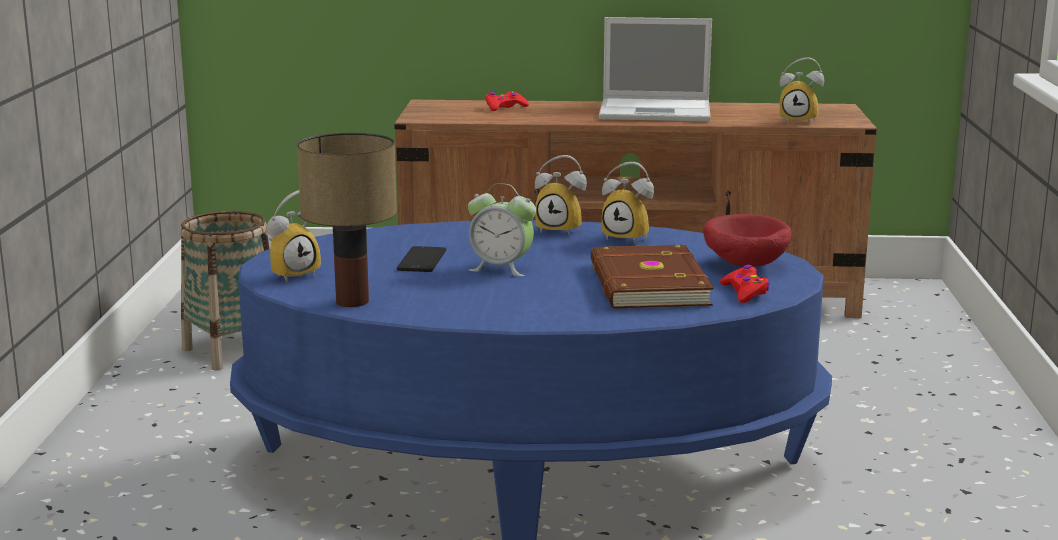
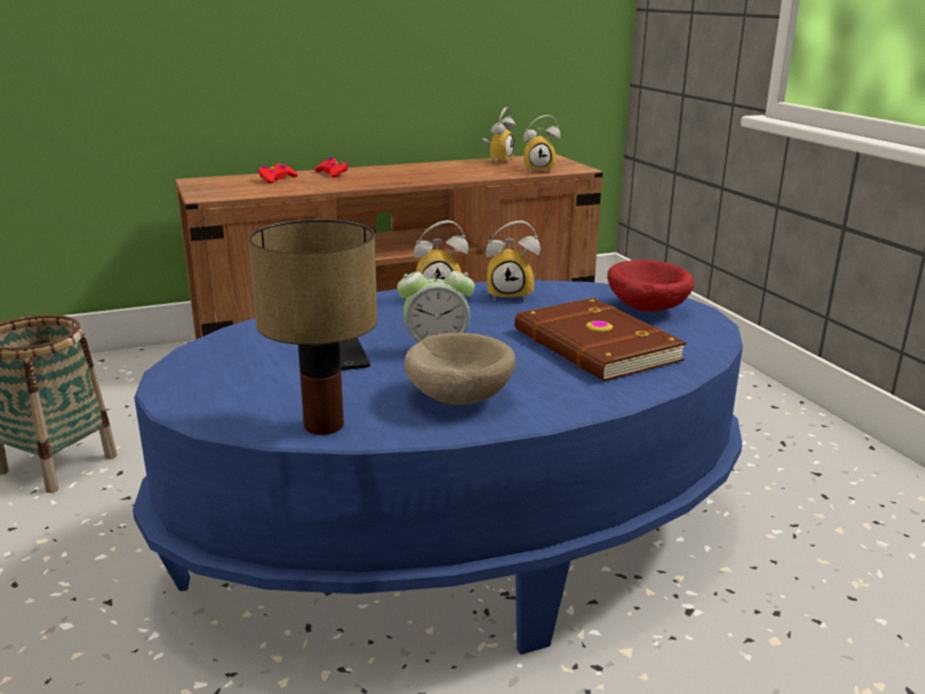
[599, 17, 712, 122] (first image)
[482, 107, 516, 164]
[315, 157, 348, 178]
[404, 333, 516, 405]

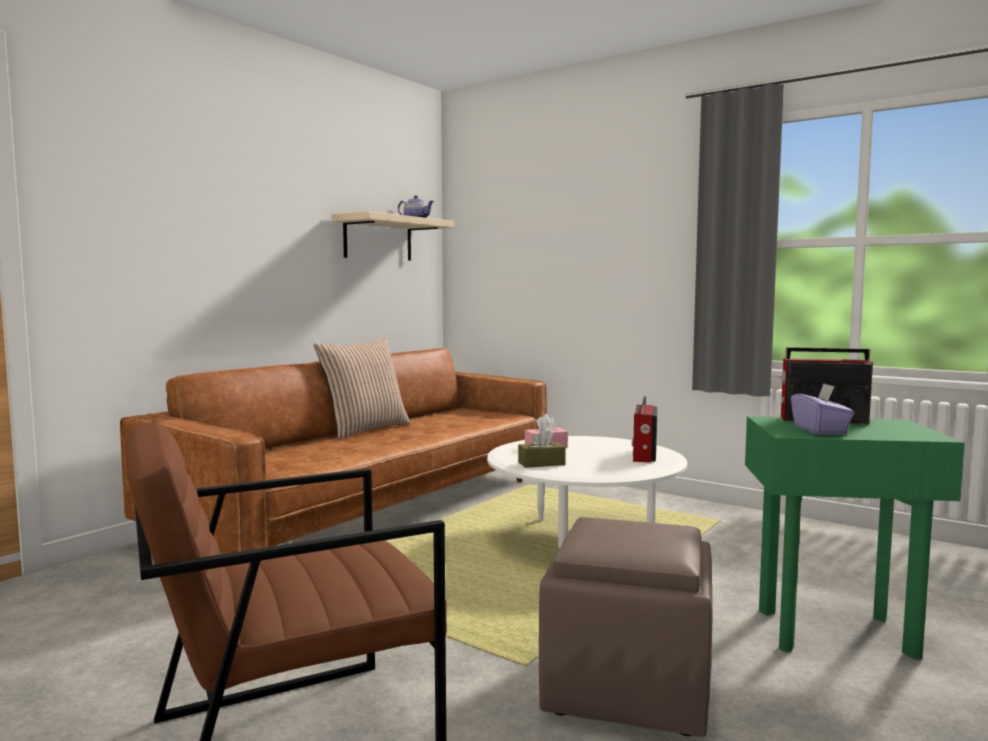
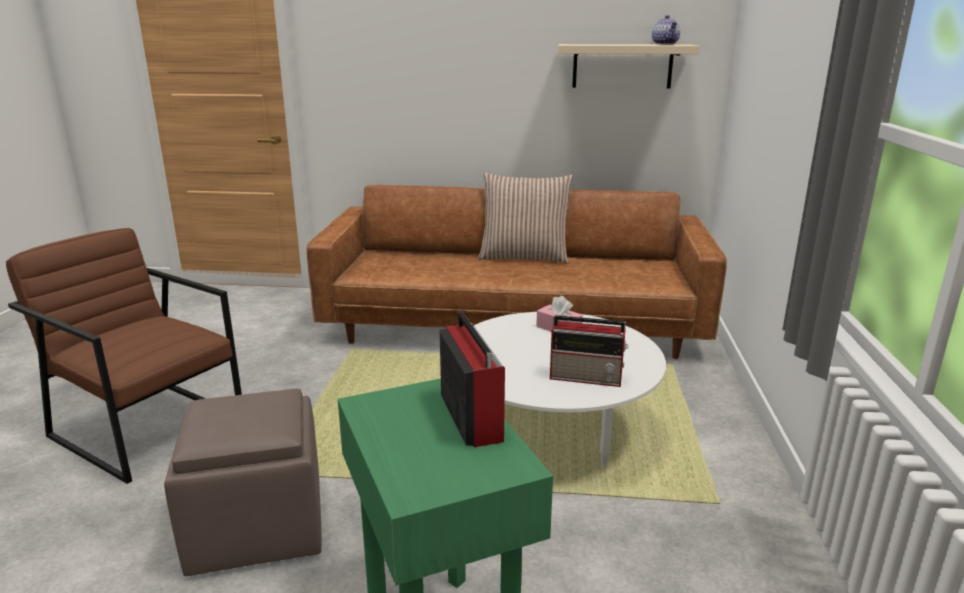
[791, 383, 854, 435] (first image)
[550, 315, 628, 387]
[518, 428, 566, 468] (first image)

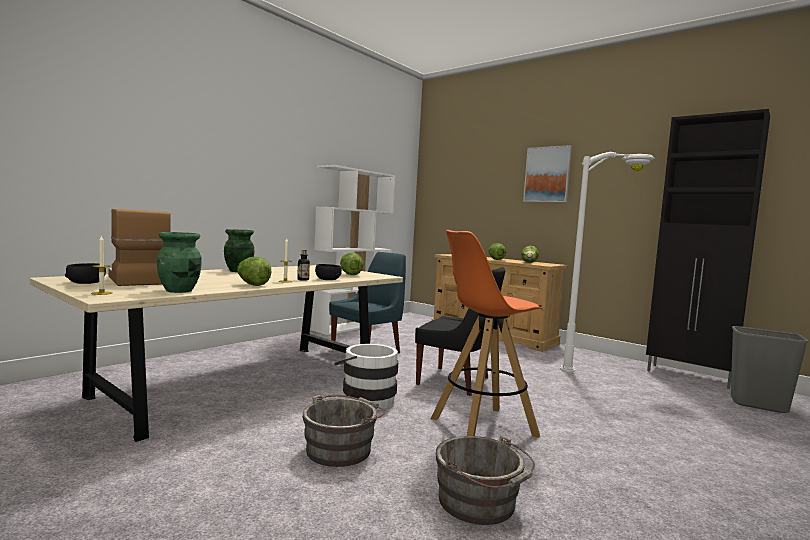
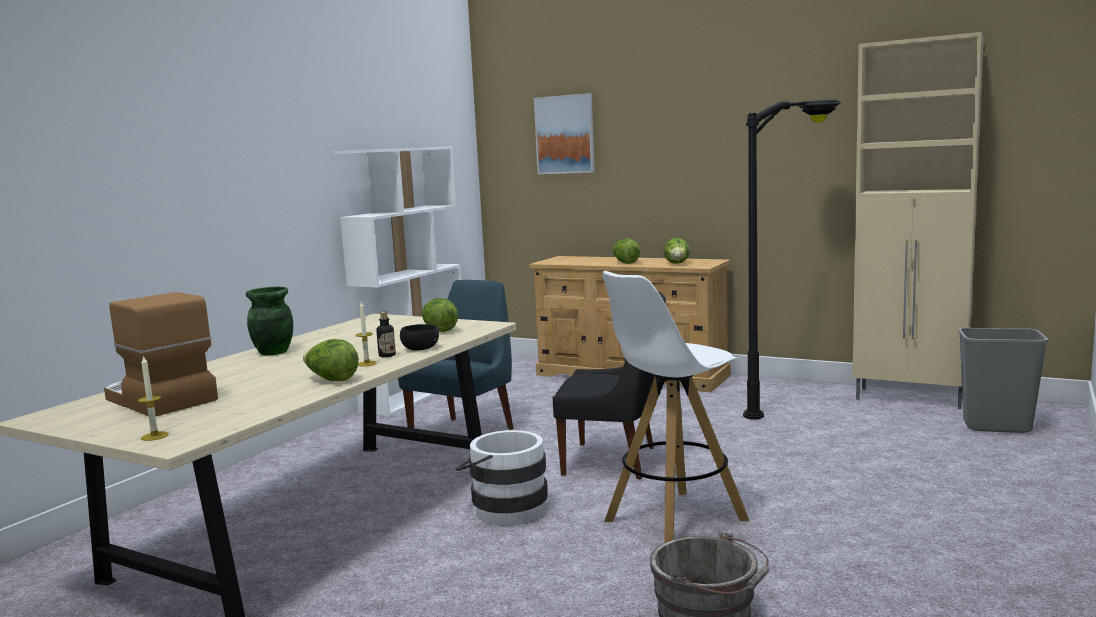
[852, 32, 984, 409]
[534, 93, 595, 174]
[743, 100, 841, 420]
[602, 271, 749, 543]
[157, 232, 202, 293] (first image)
[65, 263, 106, 284] (first image)
[302, 395, 385, 467] (first image)

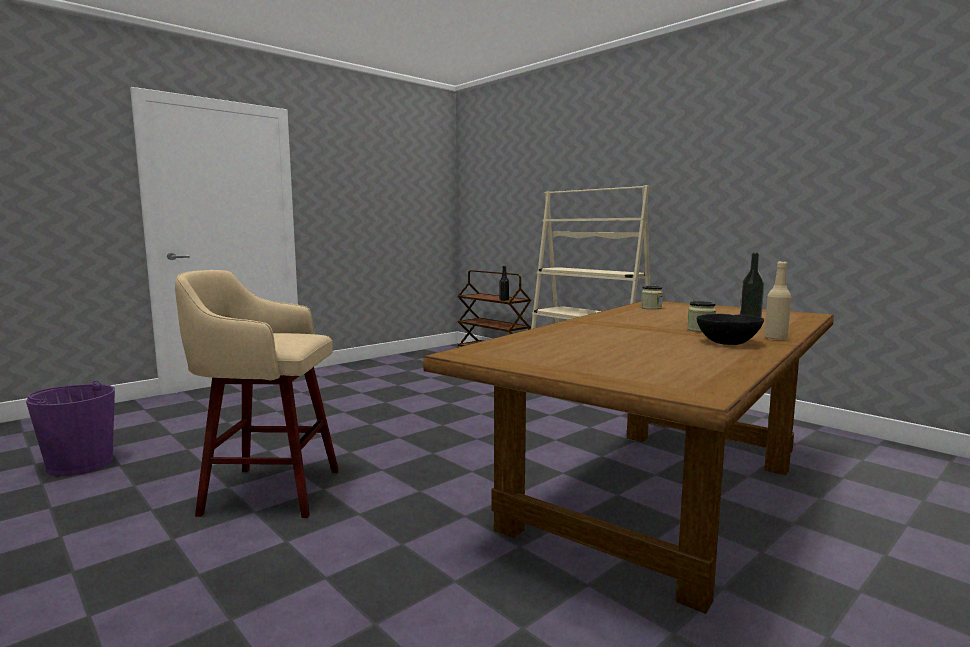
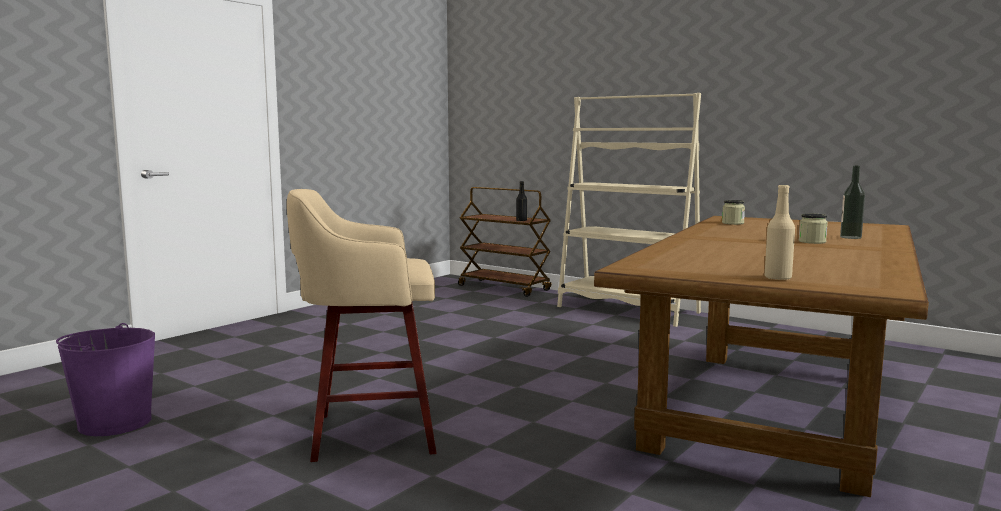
[765, 185, 795, 280]
[697, 314, 764, 345] (first image)

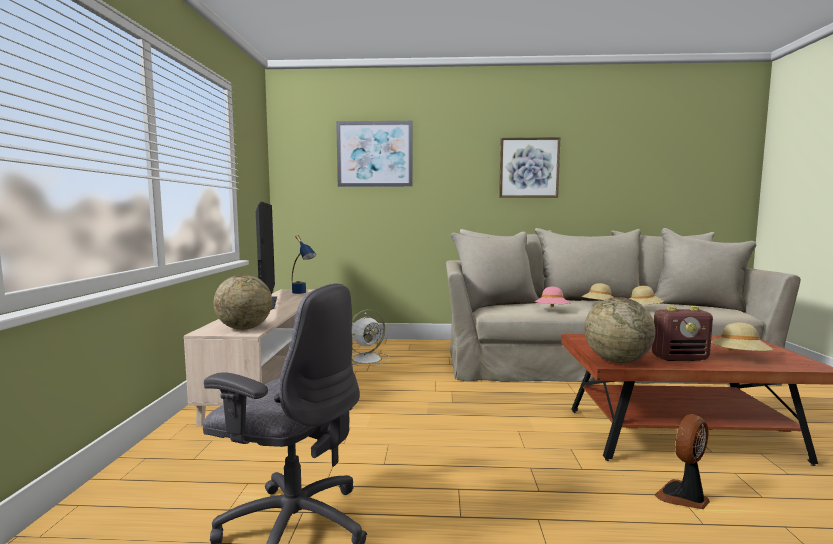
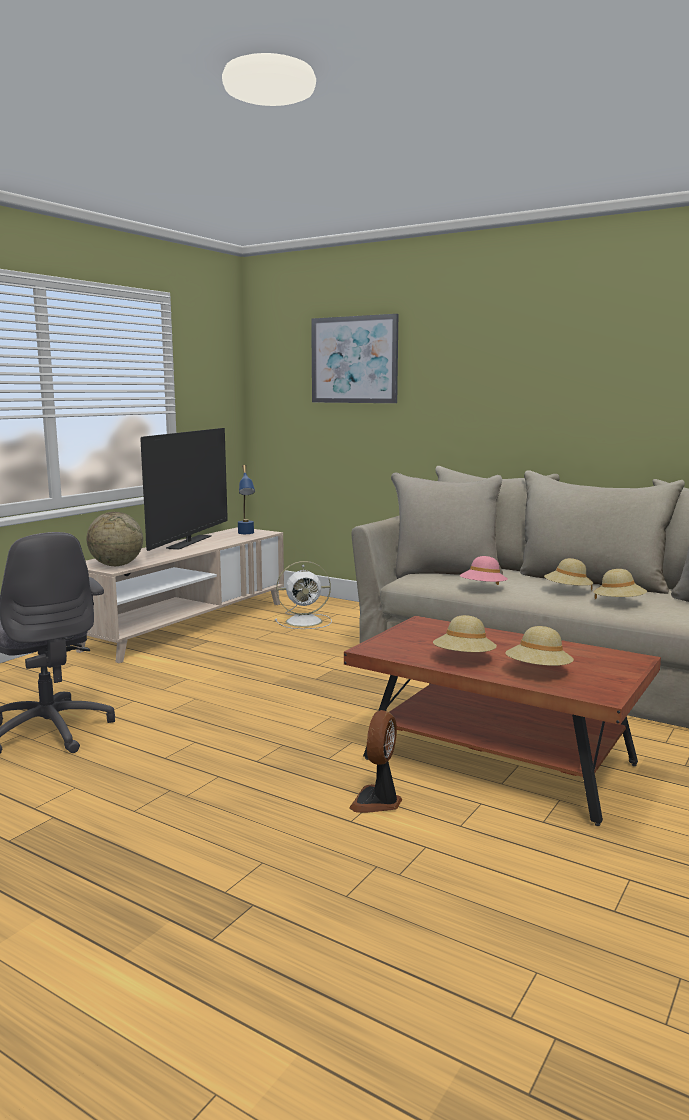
[499, 137, 561, 198] (first image)
[584, 297, 656, 363] (first image)
[433, 615, 497, 652]
[349, 710, 402, 813]

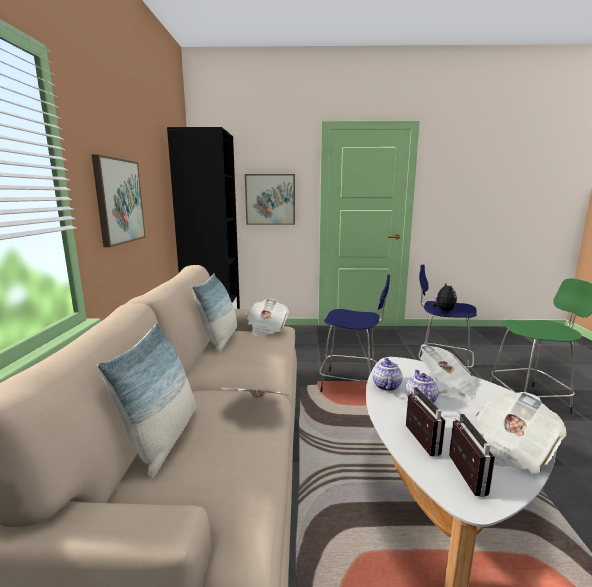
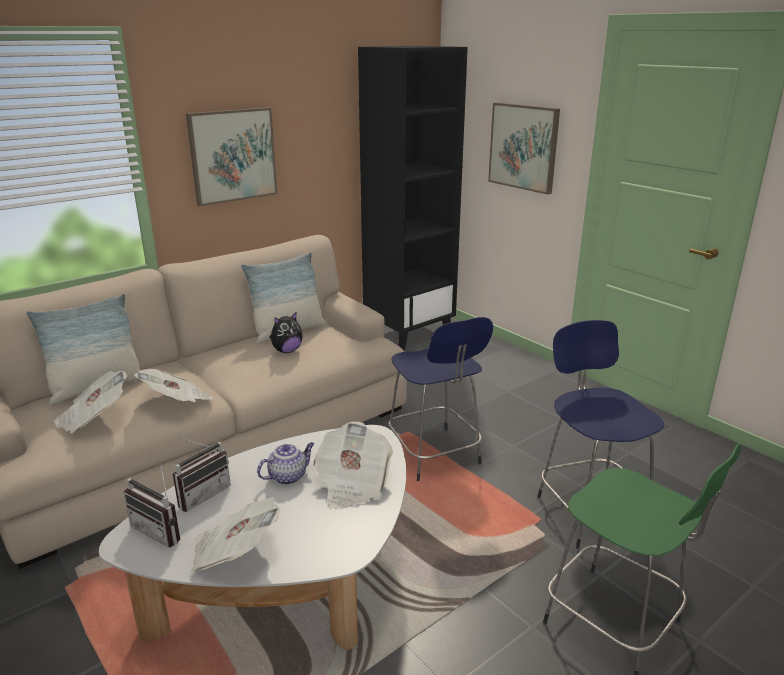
[269, 312, 303, 353]
[54, 371, 127, 434]
[373, 358, 403, 391] (first image)
[124, 461, 180, 548]

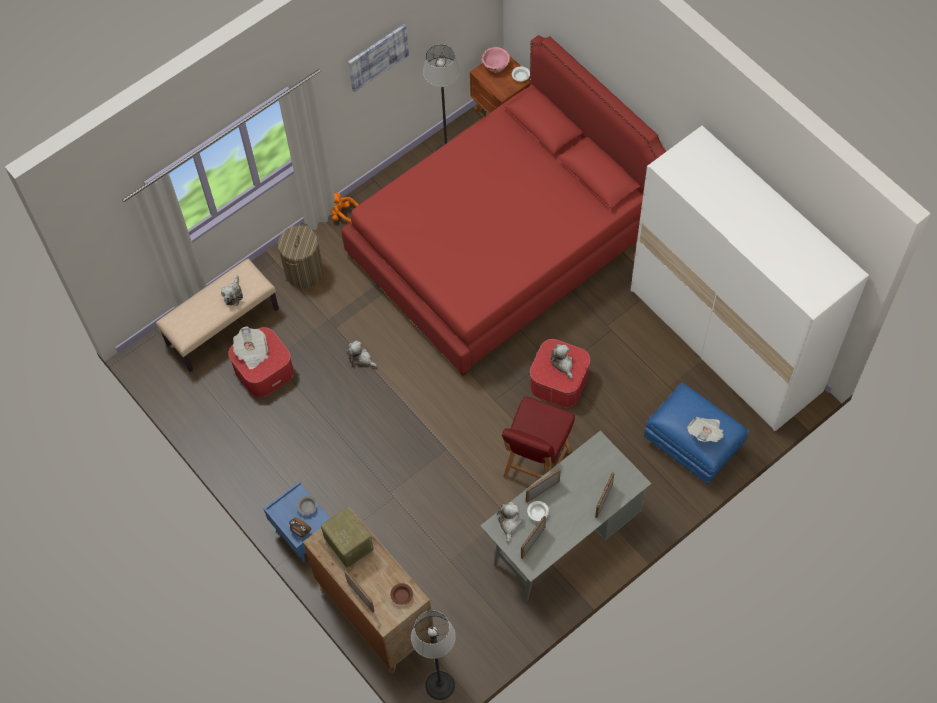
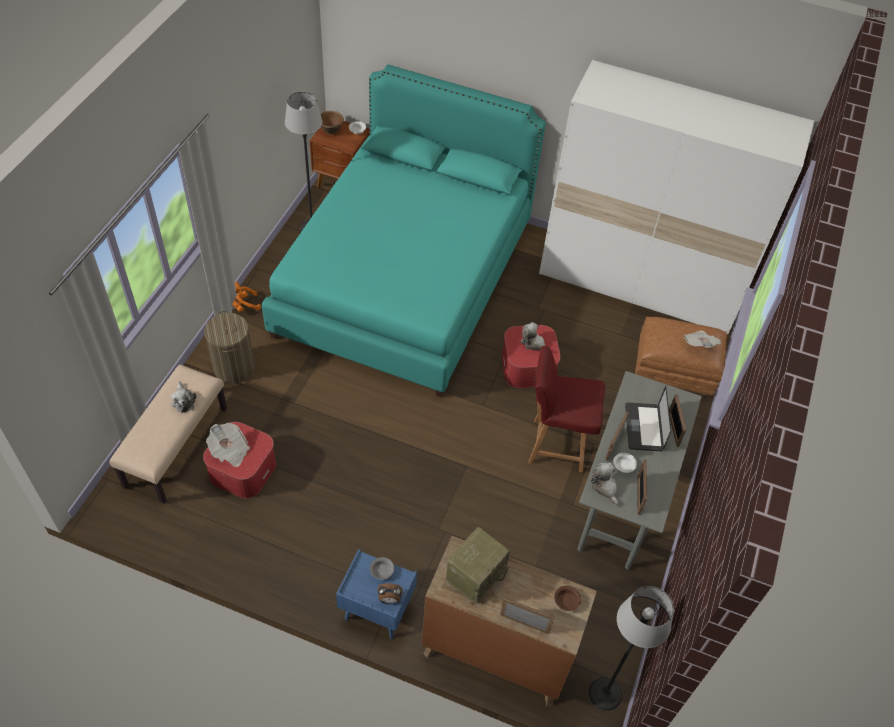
[348, 24, 409, 92] (first image)
[262, 65, 546, 397]
[320, 111, 344, 134]
[347, 341, 377, 368] (first image)
[635, 316, 727, 397]
[529, 346, 605, 473]
[446, 527, 510, 604]
[625, 386, 671, 451]

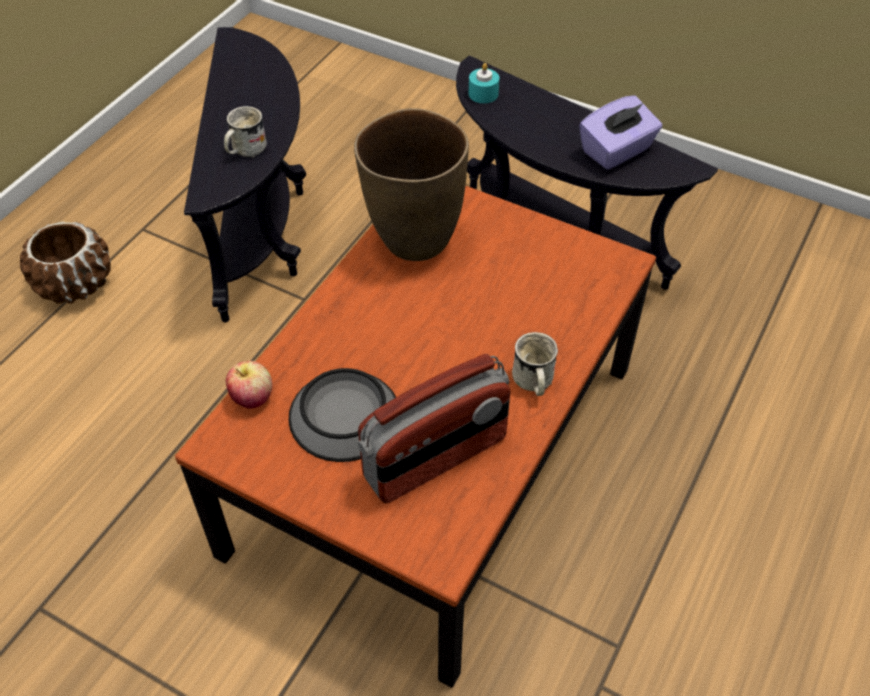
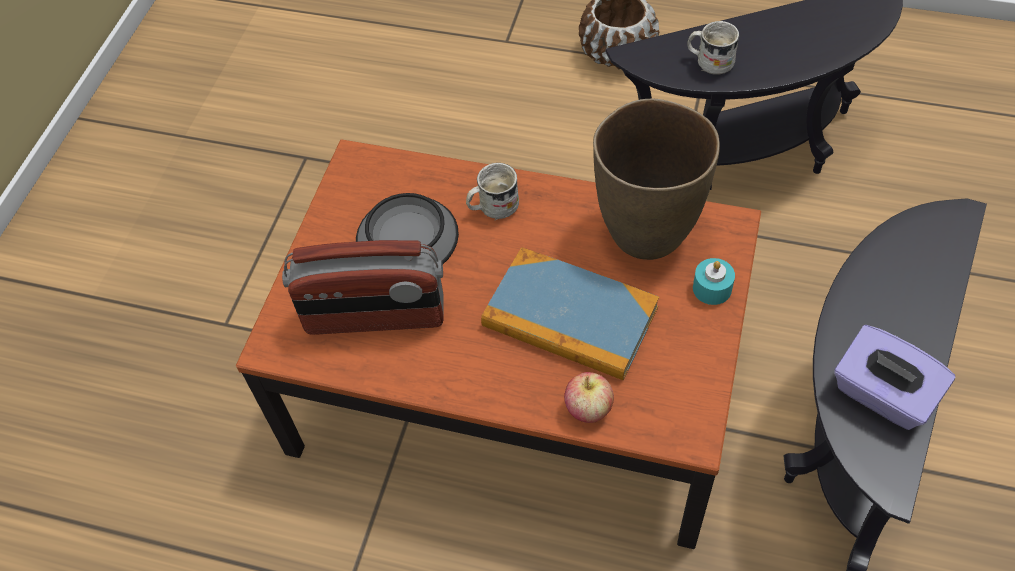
[693, 258, 735, 305]
[466, 163, 519, 220]
[282, 240, 444, 335]
[564, 372, 614, 423]
[481, 247, 659, 380]

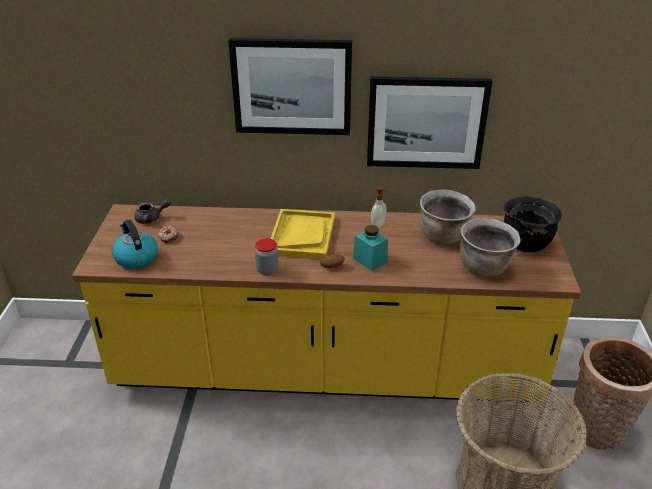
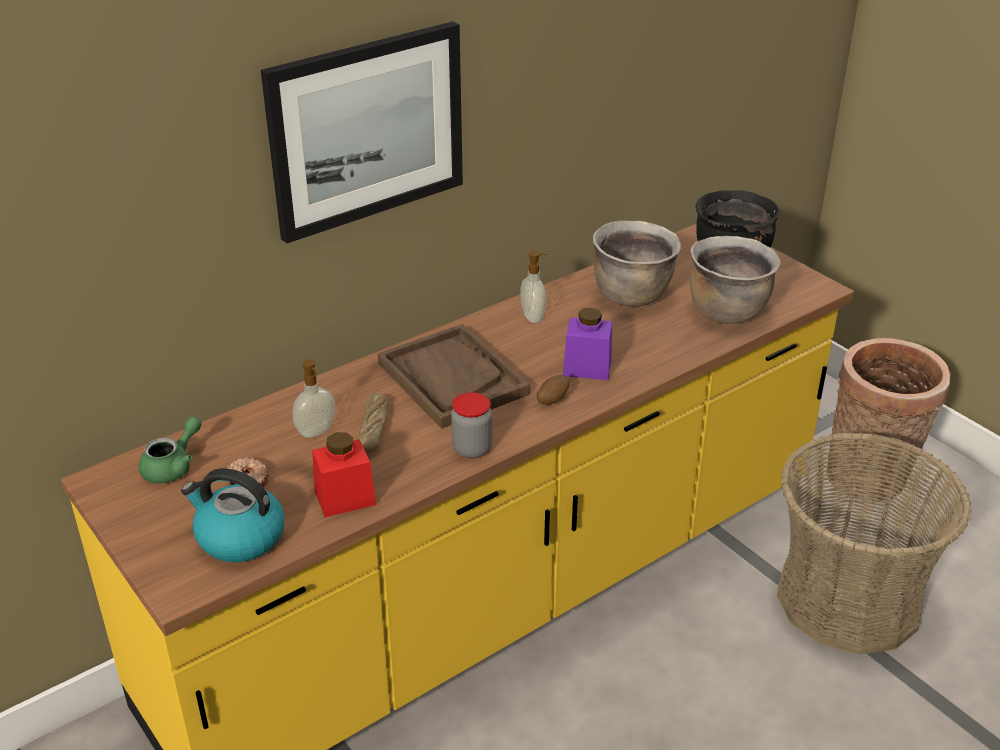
[367, 76, 493, 169] (first image)
[139, 416, 202, 484]
[377, 324, 530, 429]
[563, 307, 612, 380]
[293, 360, 335, 438]
[358, 393, 388, 453]
[312, 432, 376, 517]

